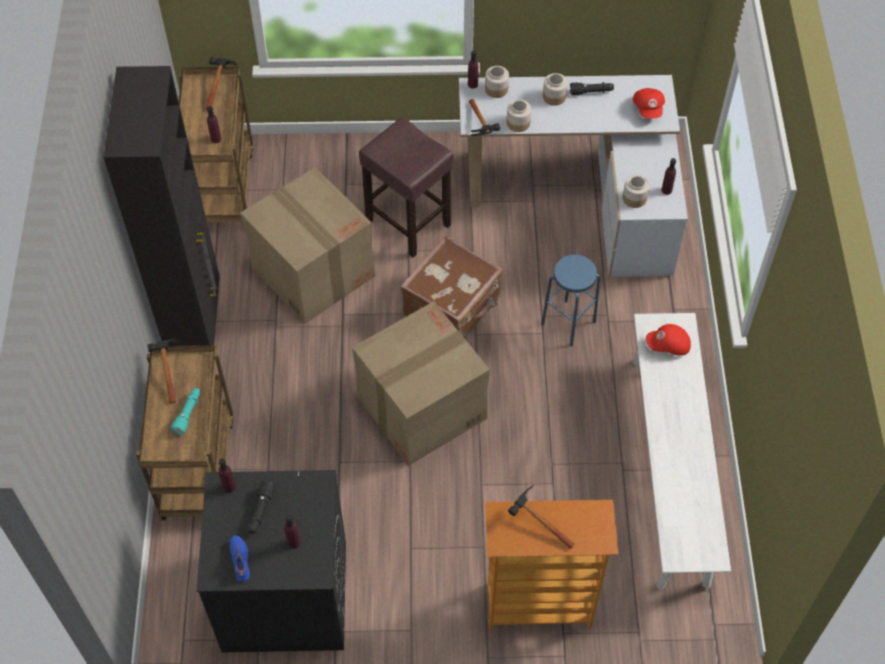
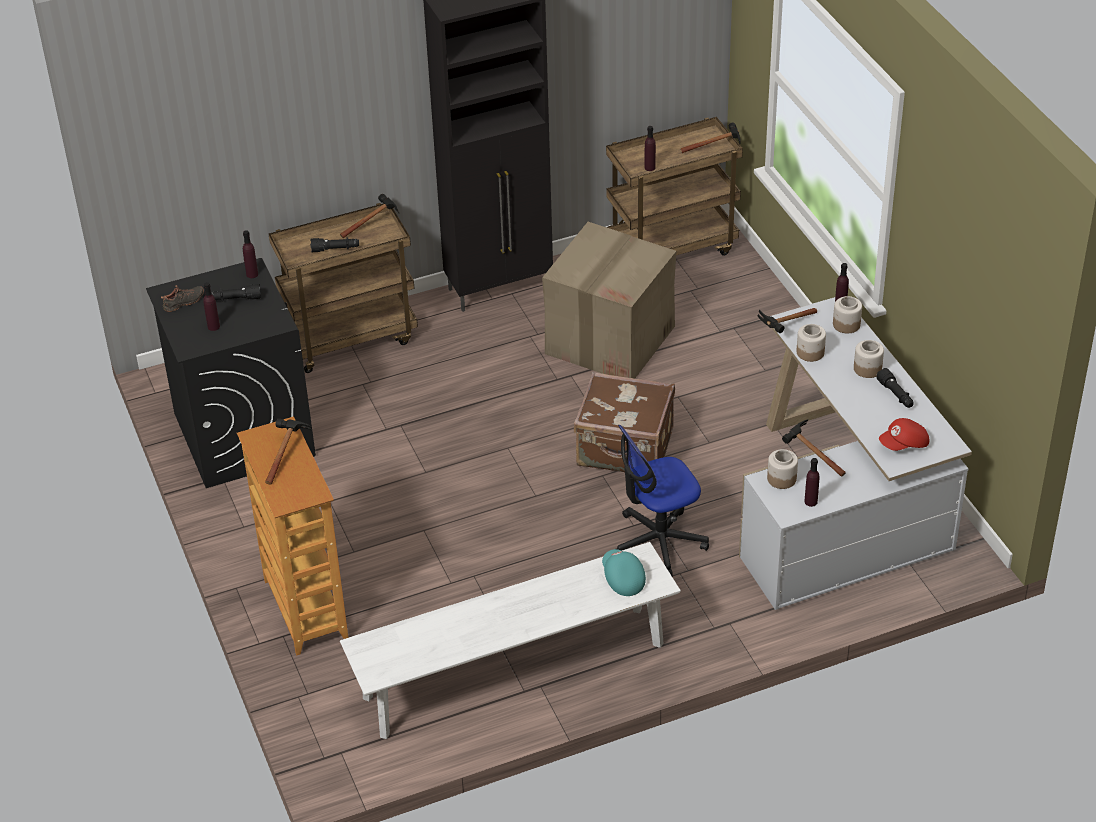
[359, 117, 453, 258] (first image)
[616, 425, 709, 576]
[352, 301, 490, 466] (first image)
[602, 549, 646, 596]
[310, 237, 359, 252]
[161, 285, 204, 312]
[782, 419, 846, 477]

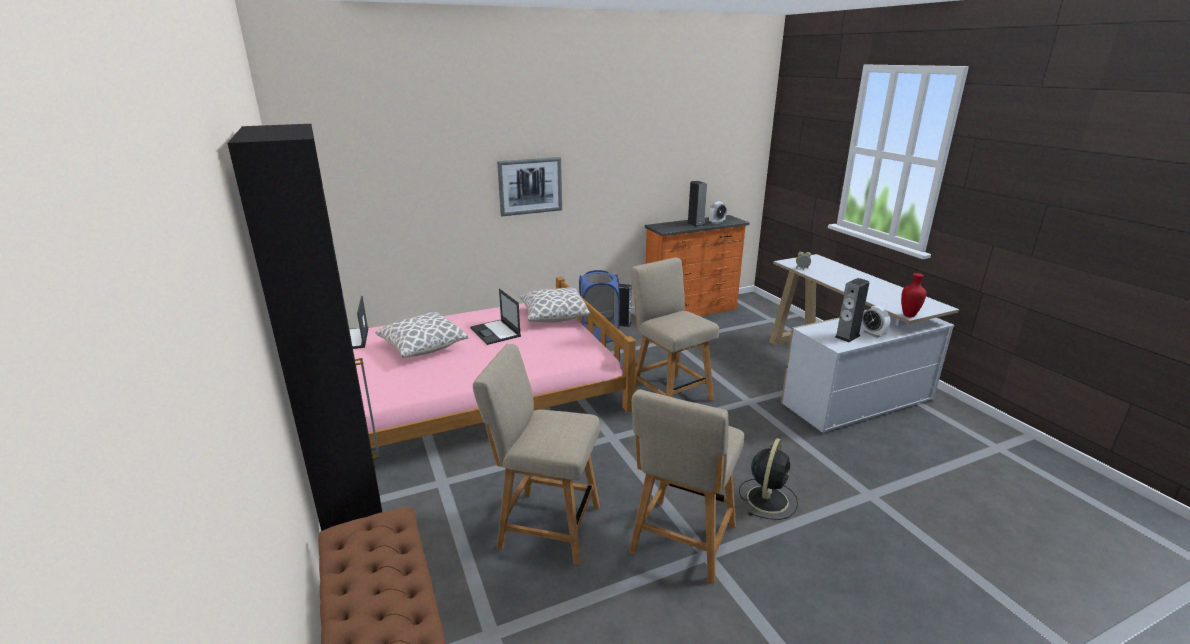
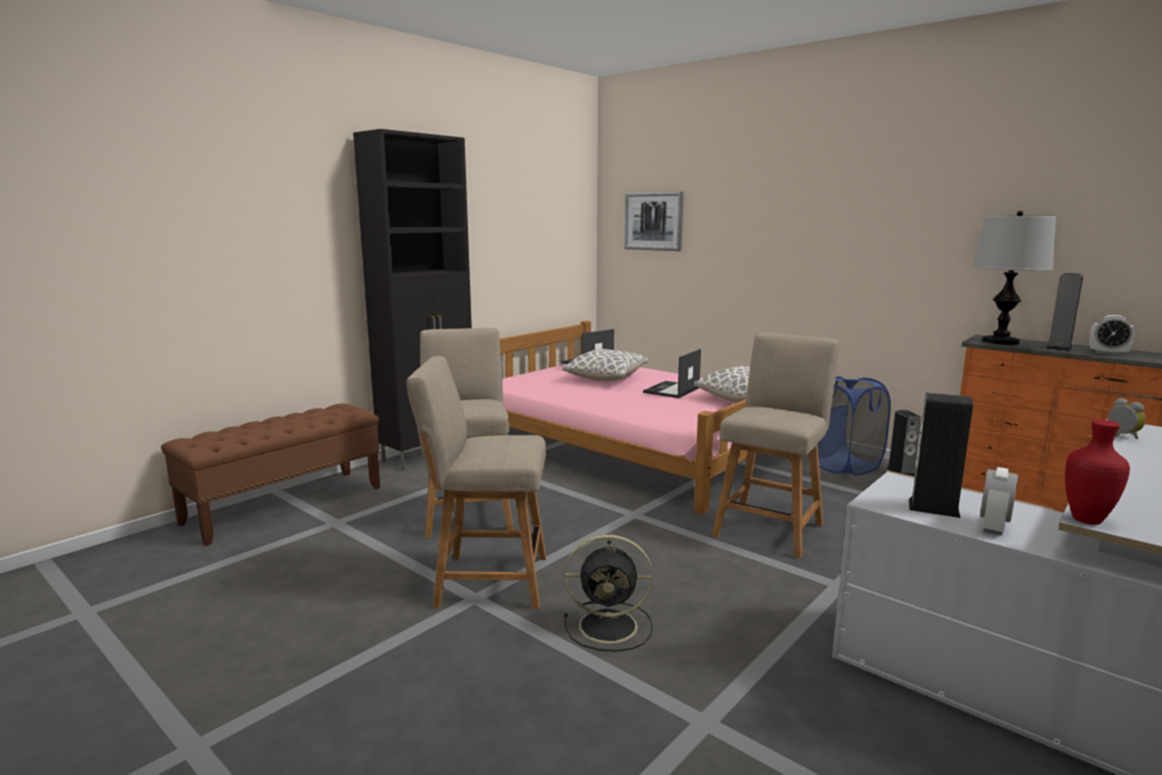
[624, 191, 684, 251]
[973, 211, 1056, 345]

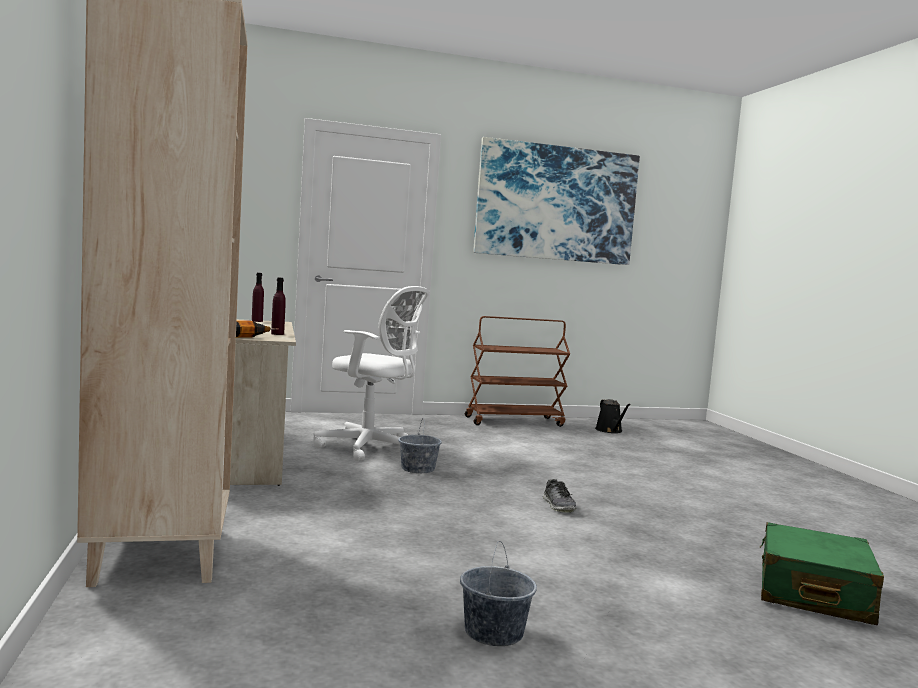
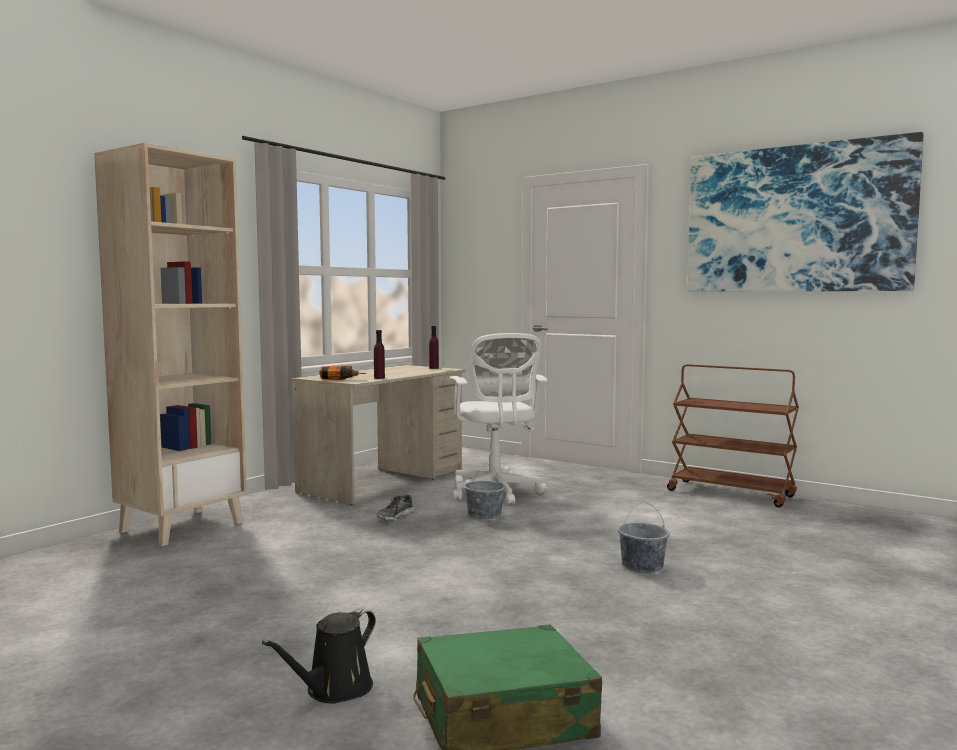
[262, 609, 376, 703]
[377, 494, 414, 522]
[617, 502, 670, 573]

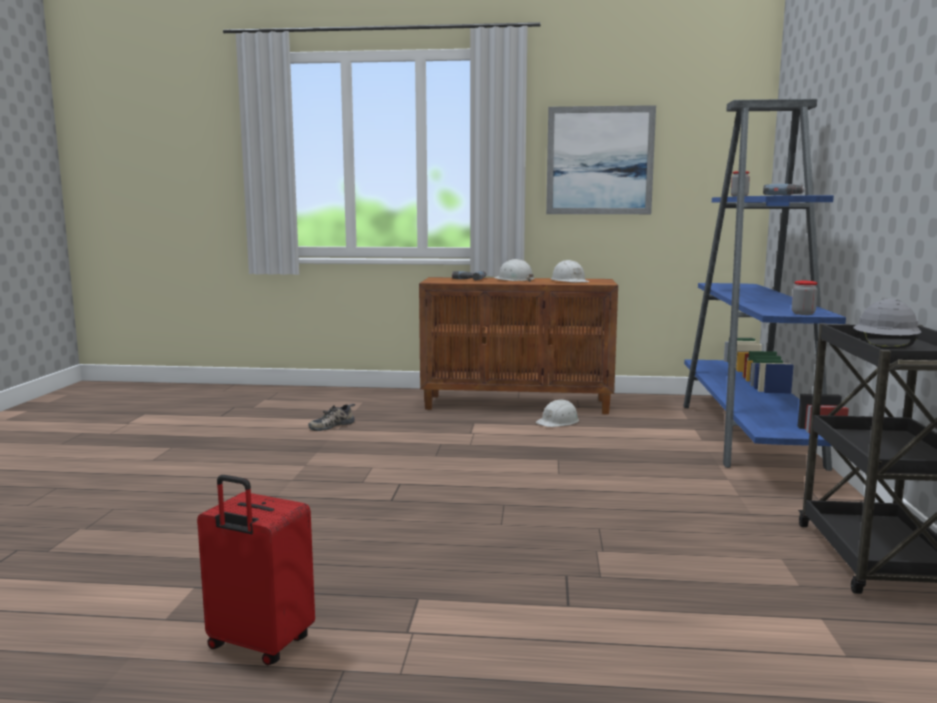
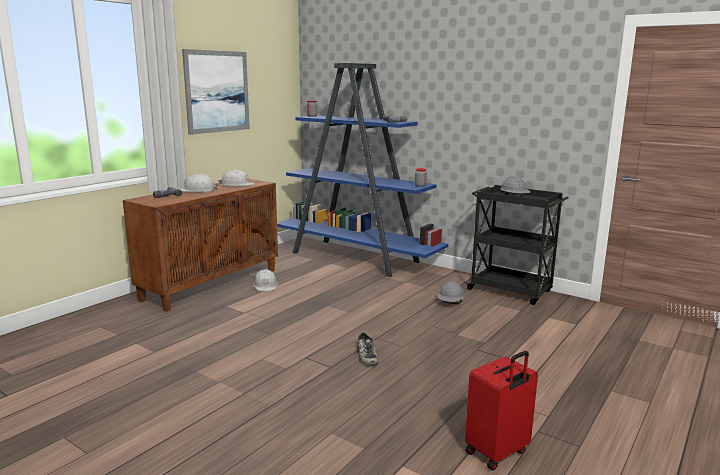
[357, 330, 378, 366]
[437, 281, 465, 304]

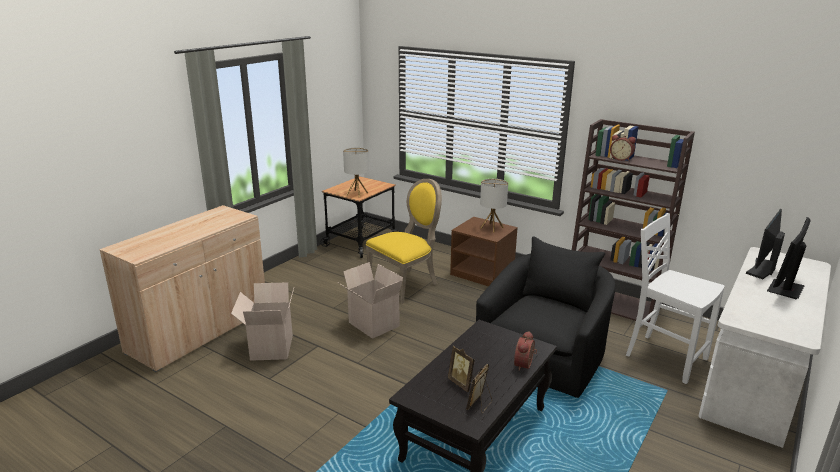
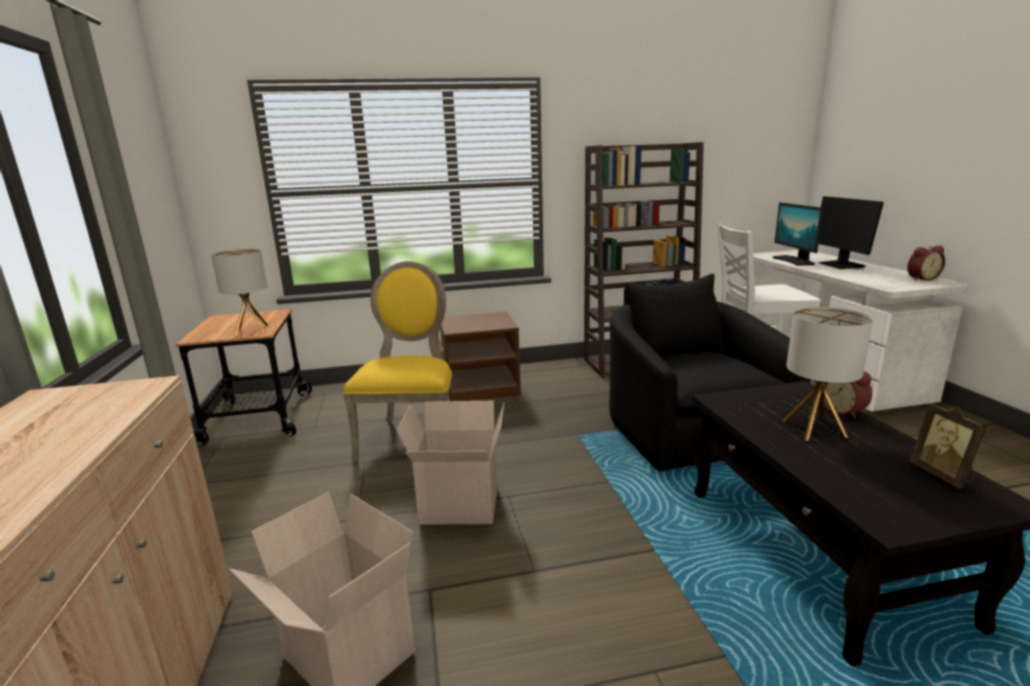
[907, 245, 945, 281]
[783, 307, 873, 441]
[448, 346, 475, 392] (first image)

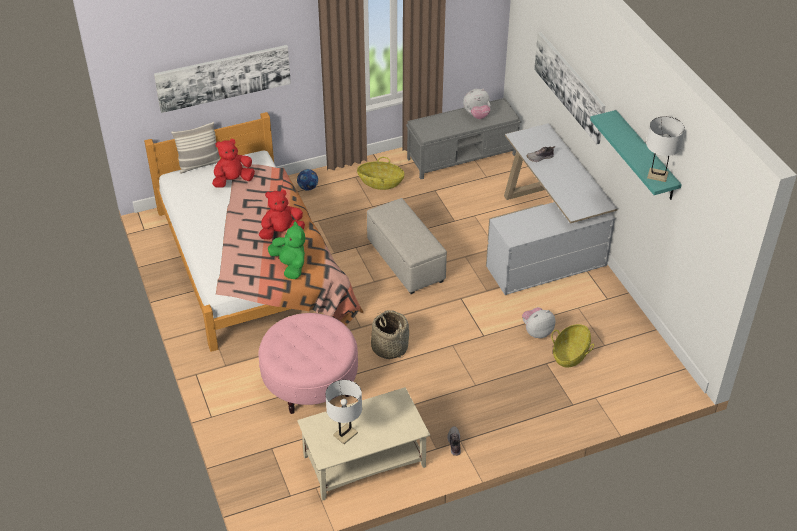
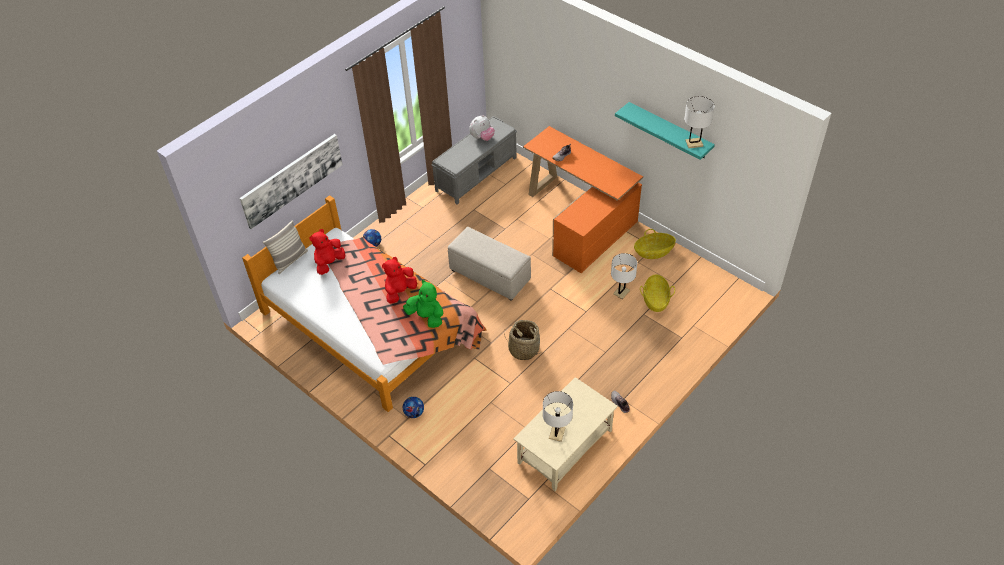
[534, 32, 605, 145] (first image)
[523, 126, 643, 273]
[634, 229, 676, 259]
[611, 253, 637, 299]
[259, 313, 358, 414] (first image)
[403, 397, 424, 418]

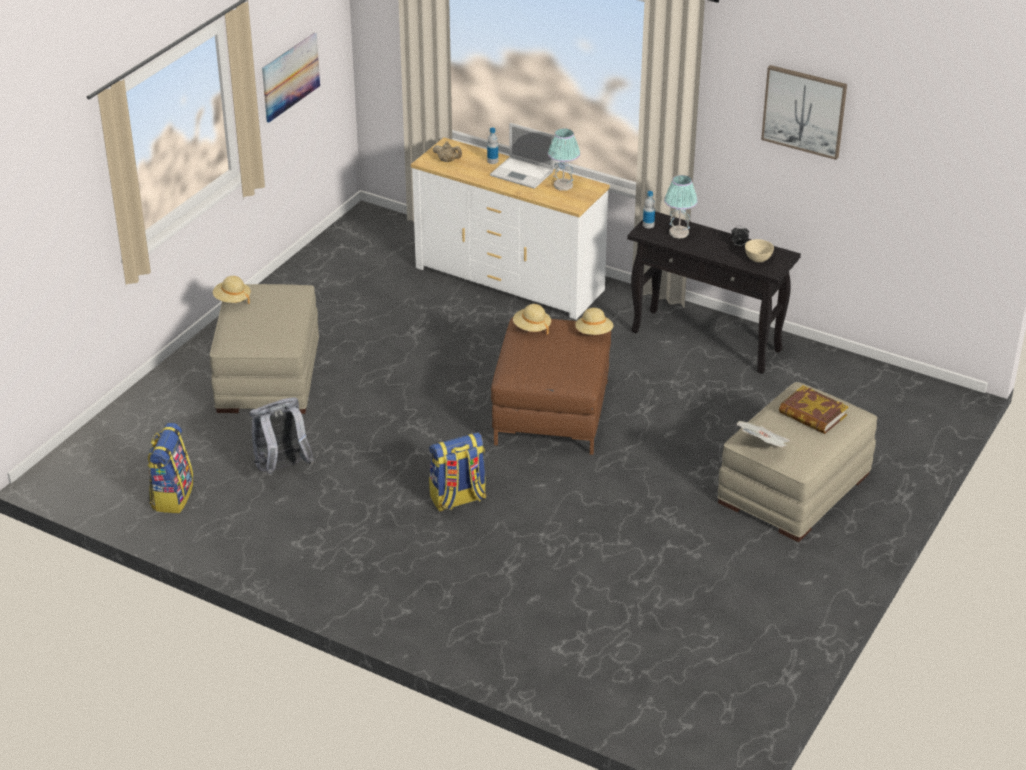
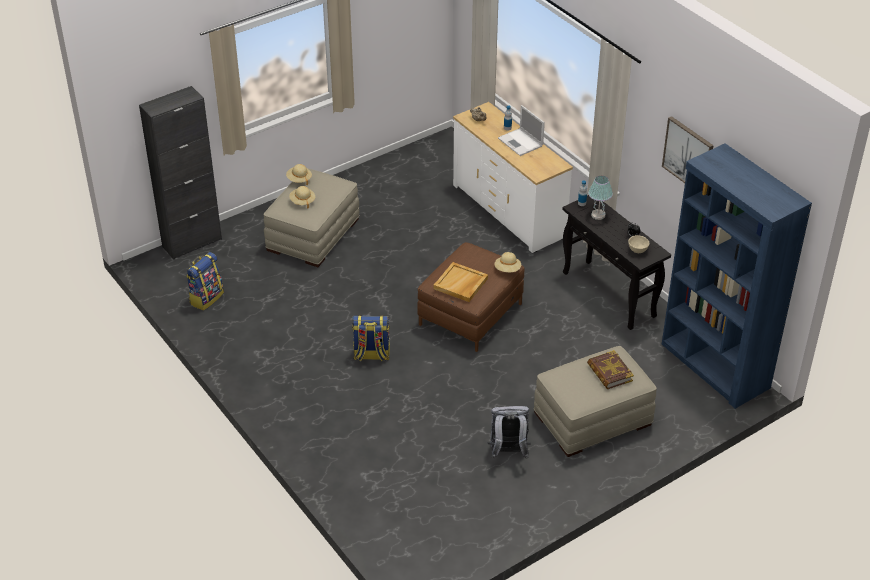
[262, 33, 320, 123] (first image)
[548, 129, 580, 191] (first image)
[289, 186, 315, 209]
[487, 406, 531, 459]
[737, 421, 790, 448] (first image)
[139, 86, 222, 260]
[662, 143, 812, 409]
[434, 262, 488, 302]

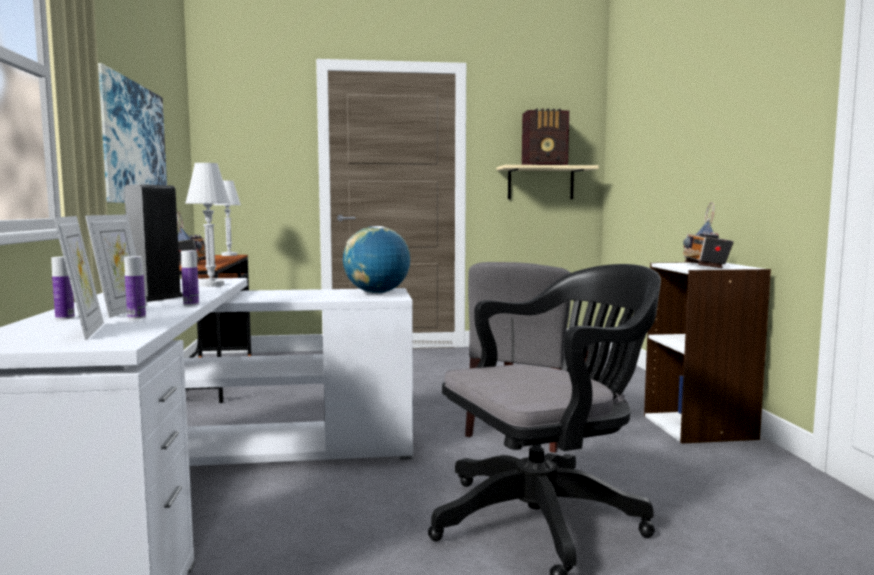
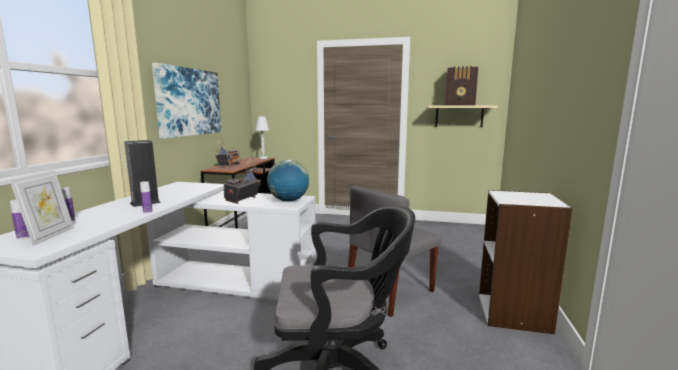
[185, 163, 230, 287] (first image)
[223, 158, 261, 204]
[85, 215, 147, 318] (first image)
[10, 200, 30, 239]

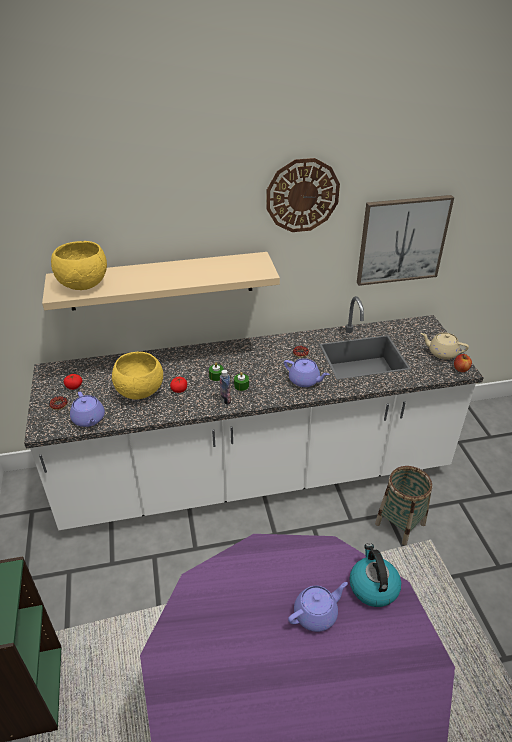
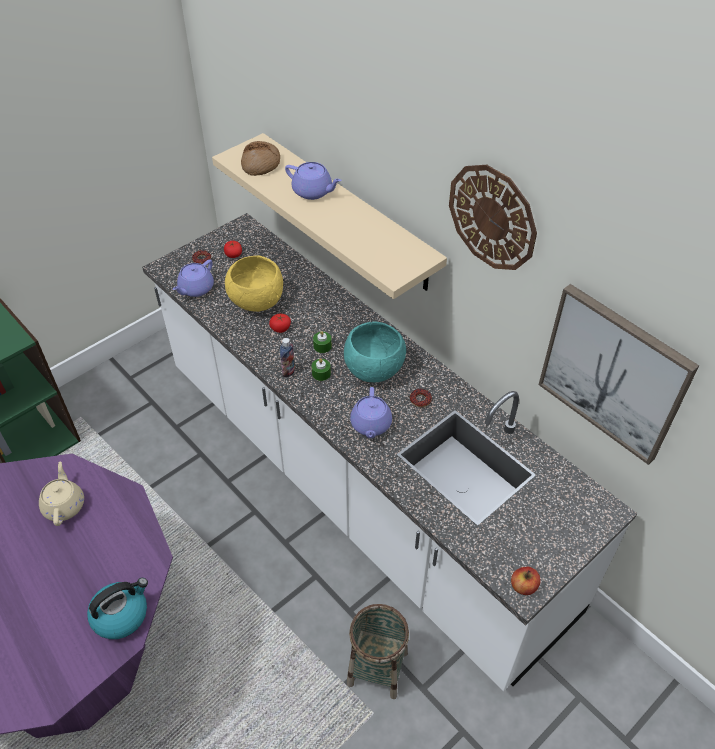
[241, 141, 280, 176]
[39, 461, 84, 526]
[285, 162, 342, 200]
[344, 322, 406, 382]

